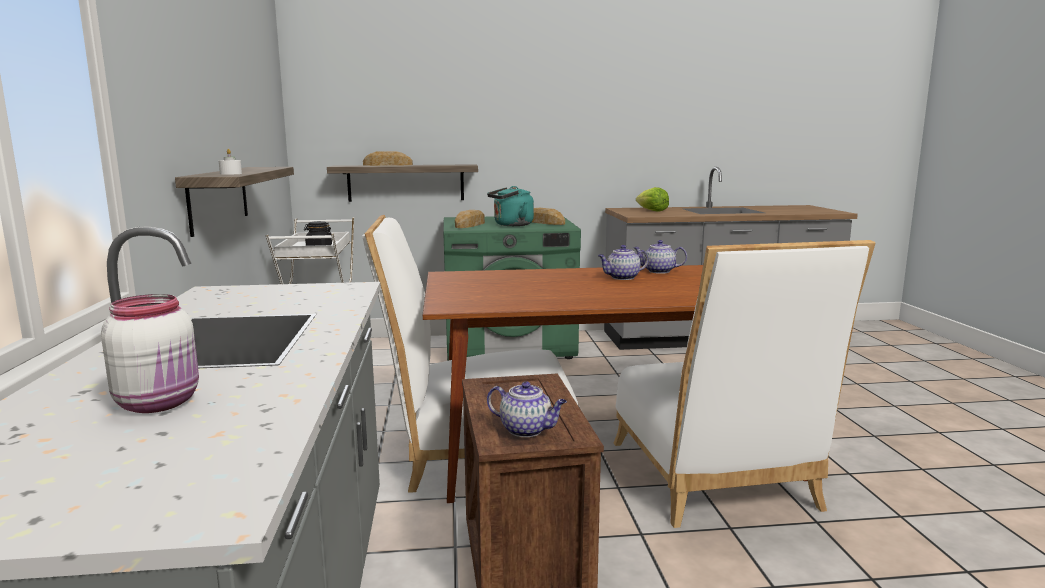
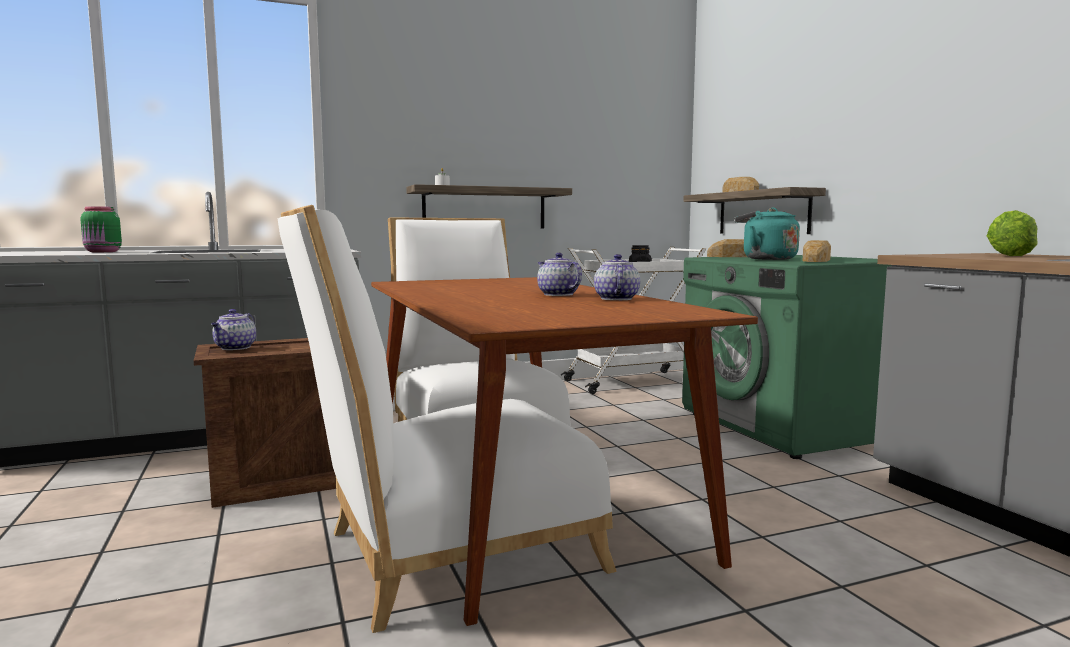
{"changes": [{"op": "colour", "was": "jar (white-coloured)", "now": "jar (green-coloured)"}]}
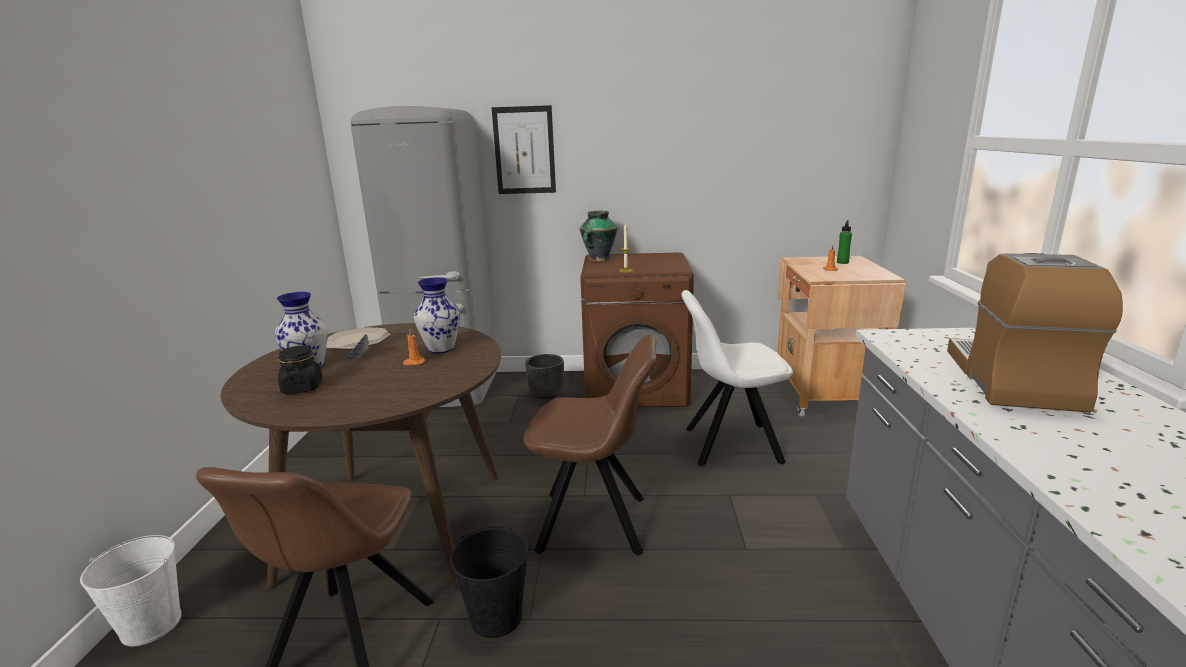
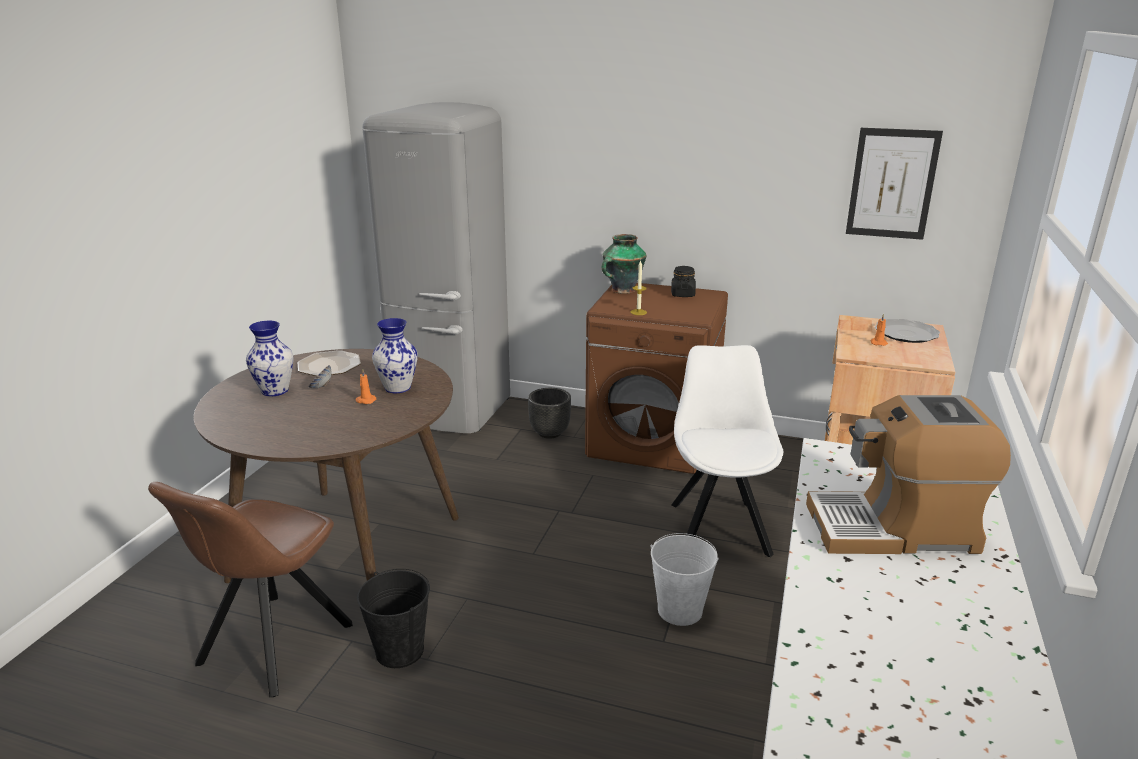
{"changes": [{"op": "relocated", "was": "wall picture"}, {"op": "exchanged", "was": "drink bottle (green-coloured)", "now": "flat dish (no. 2 from left)"}, {"op": "spun", "was": "coffee brewer", "clockwise": -120}, {"op": "spun", "was": "chair (white-coloured)", "clockwise": 75}, {"op": "missing", "was": "chair (brownish) (no. 2 from left)"}, {"op": "relocated", "was": "jar (black)"}, {"op": "relocated", "was": "bucket (white-coloured)"}]}
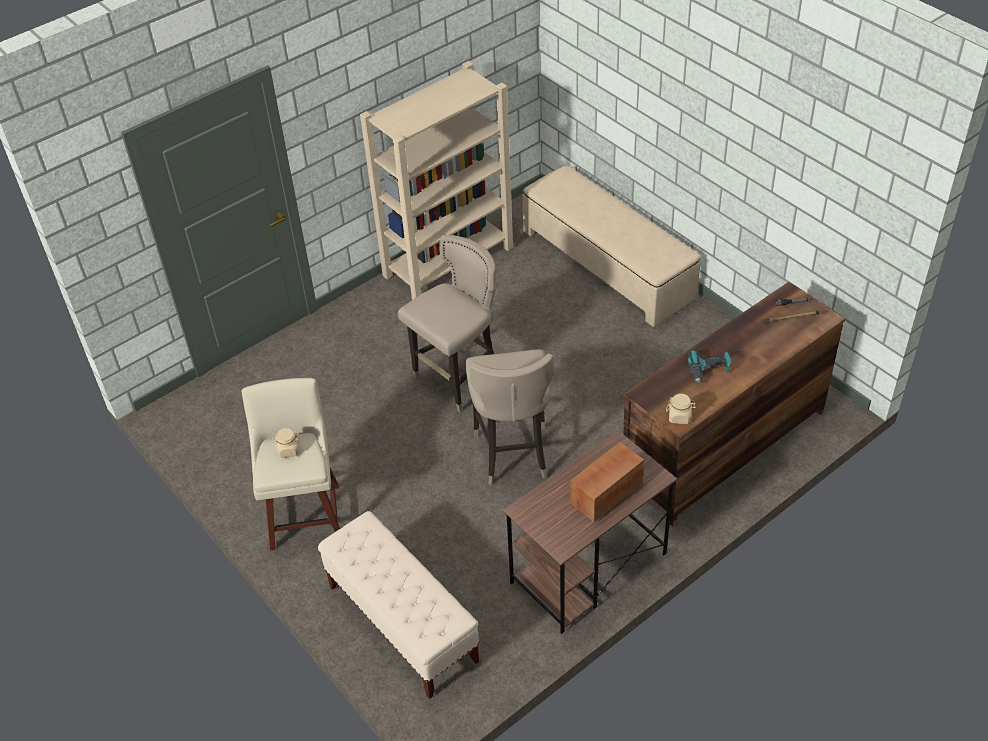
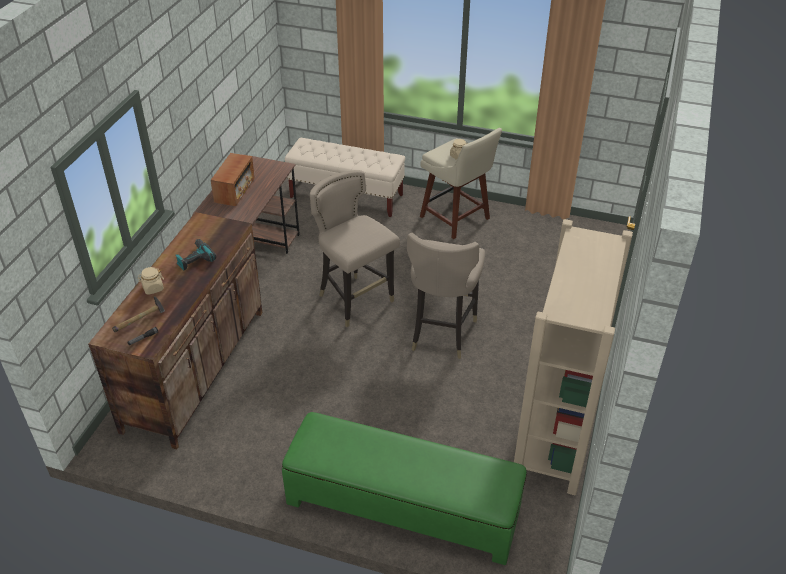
{"changes": [{"op": "colour", "was": "bench (beige) (no. 2 from left)", "now": "bench (green-coloured)"}, {"op": "relocated", "was": "jar (beige) (no. 2 from left in the first image)", "now": "jar (beige) (no. 1 from left)"}]}
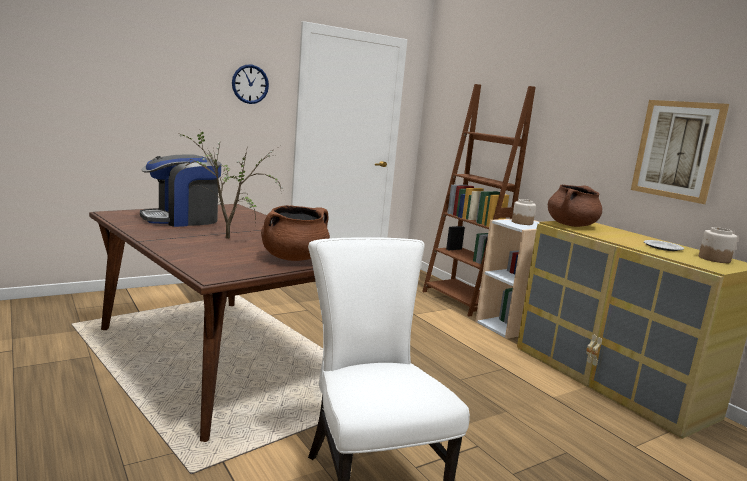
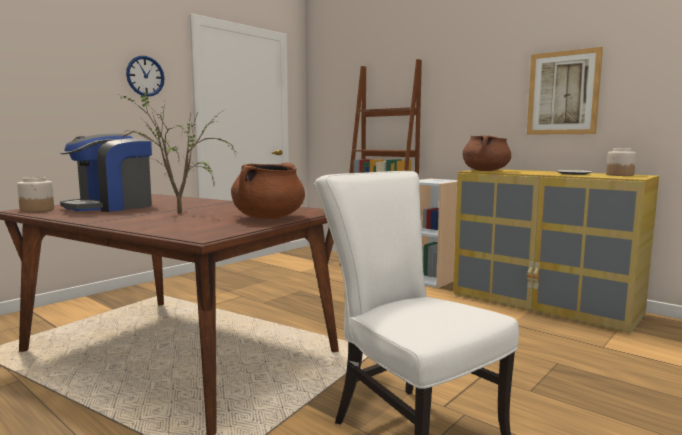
{"changes": [{"op": "relocated", "was": "jar (no. 1 from left)"}]}
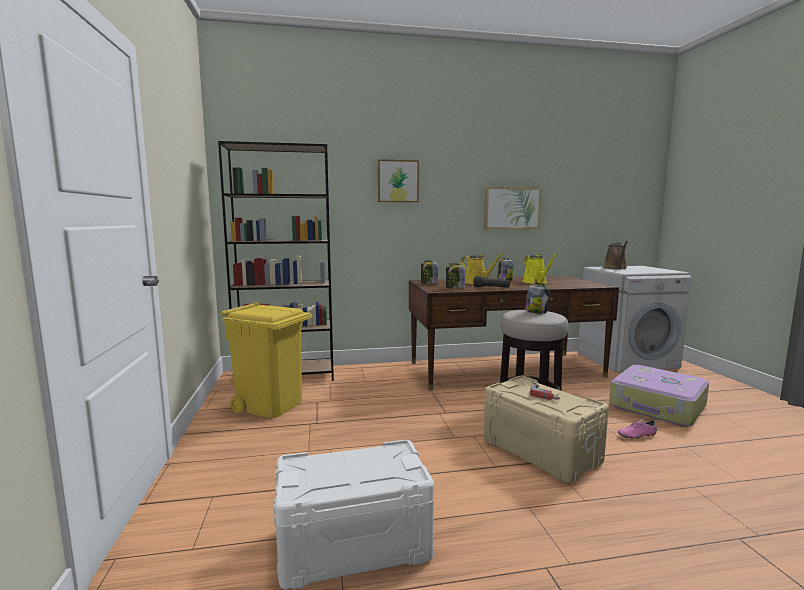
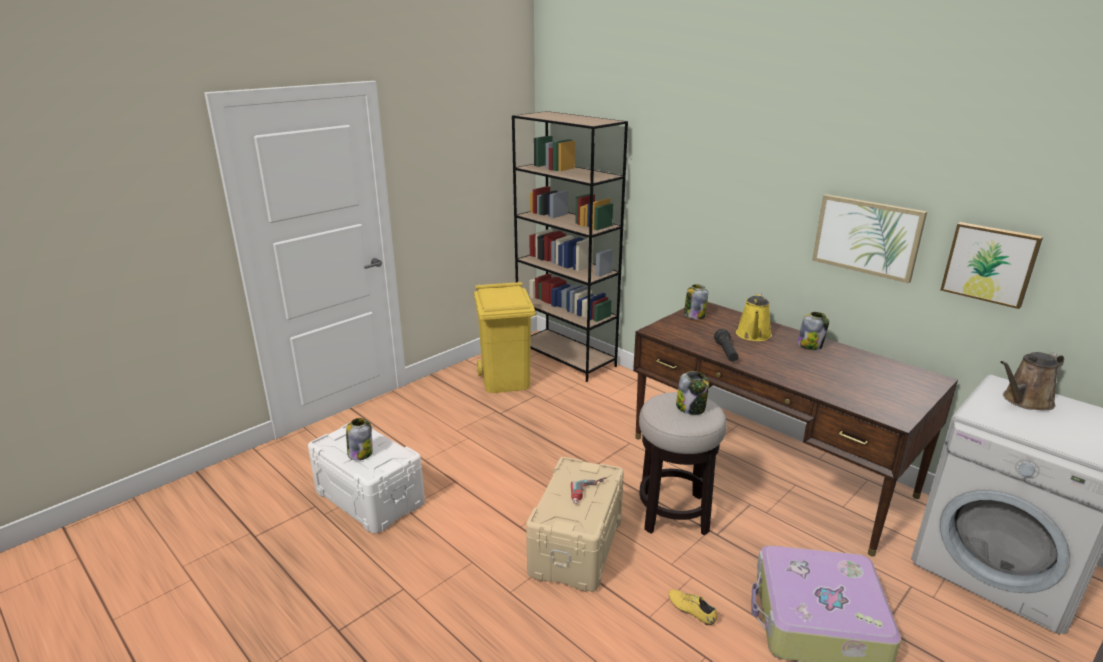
{"changes": [{"op": "relocated", "was": "wall picture (no. 1 from left in the first image)", "now": "wall picture (no. 2 from left)"}, {"op": "missing", "was": "sprinkling can (yellow) (no. 2 from left)"}, {"op": "relocated", "was": "jar (no. 2 from left in the first image)", "now": "jar (no. 1 from left)"}, {"op": "colour", "was": "shoe (pink)", "now": "shoe (yellow)"}]}
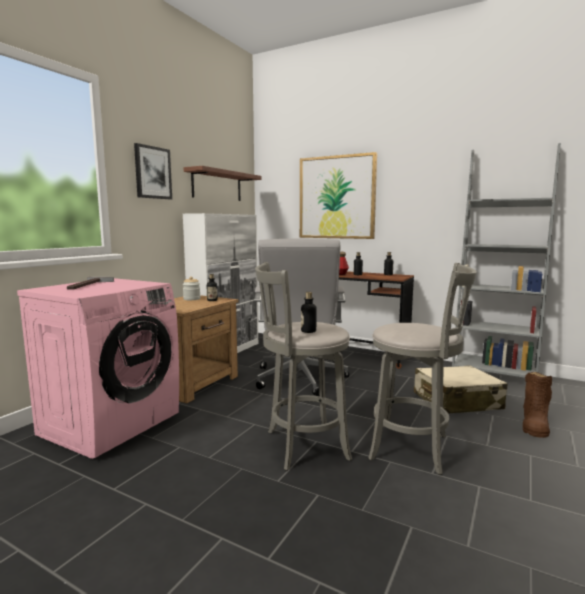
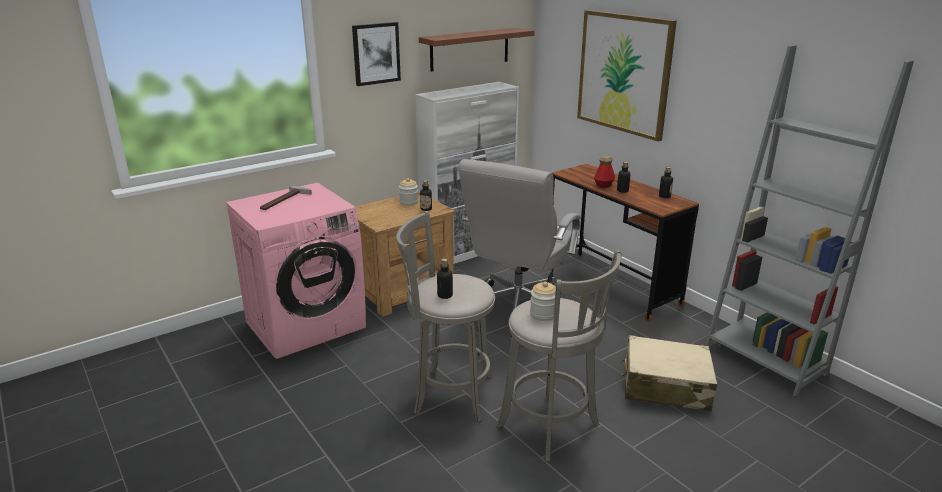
{"changes": [{"op": "missing", "was": "tall boot (brownish)"}, {"op": "appeared", "now": "jar (no. 2 from left)"}]}
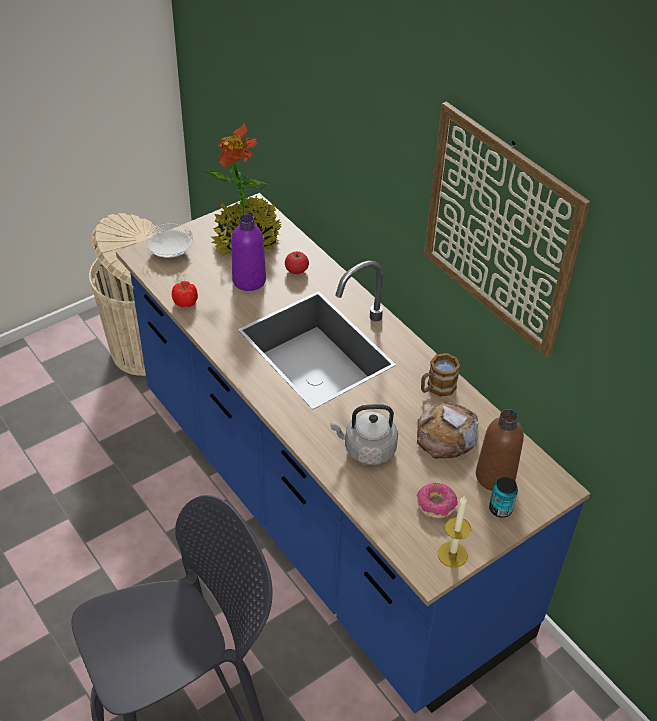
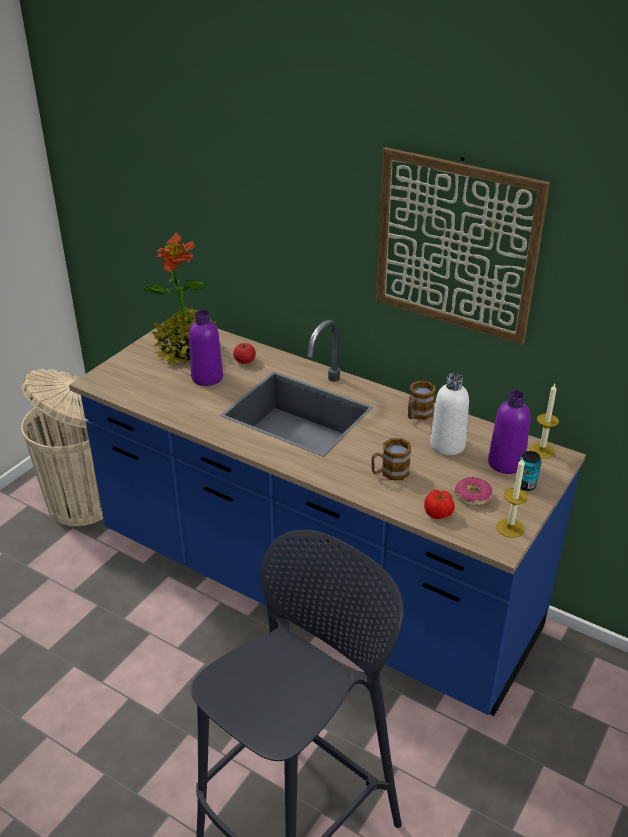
{"changes": [{"op": "missing", "was": "flat dish (white-coloured)"}, {"op": "relocated", "was": "whole tomato (no. 1 from left in the first image)", "now": "whole tomato (no. 2 from left)"}, {"op": "exchanged", "was": "bakery bread", "now": "drink bottle (white-coloured)"}, {"op": "exchanged", "was": "tea kettle (grey)", "now": "mug (no. 1 from left)"}, {"op": "colour", "was": "drink bottle (brownish)", "now": "drink bottle (purplish) (no. 2 from left)"}, {"op": "appeared", "now": "wax light (no. 2 from left)"}]}
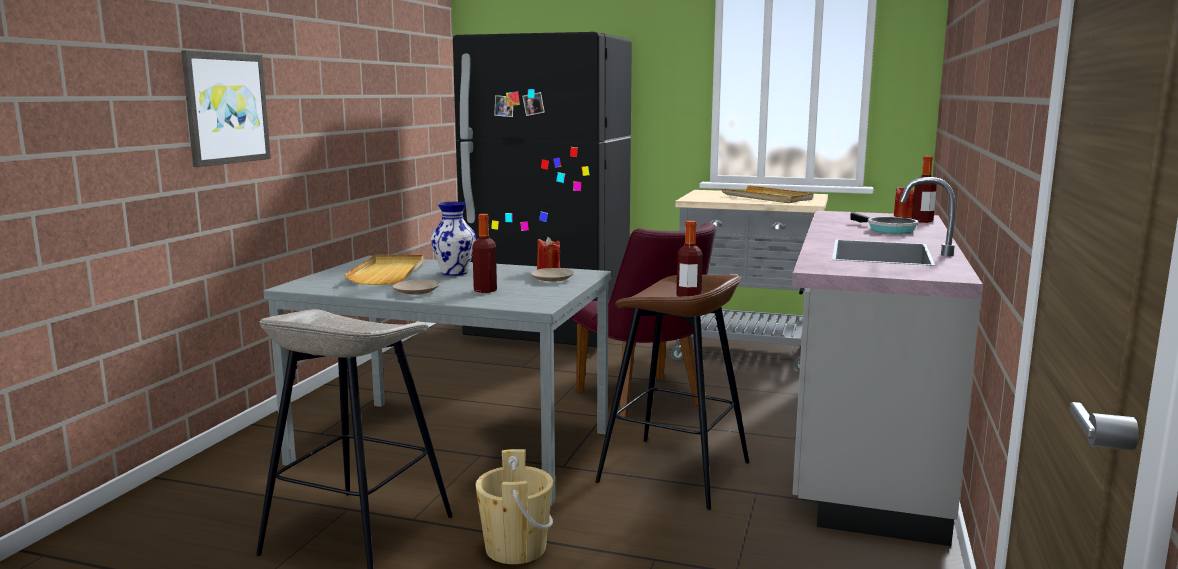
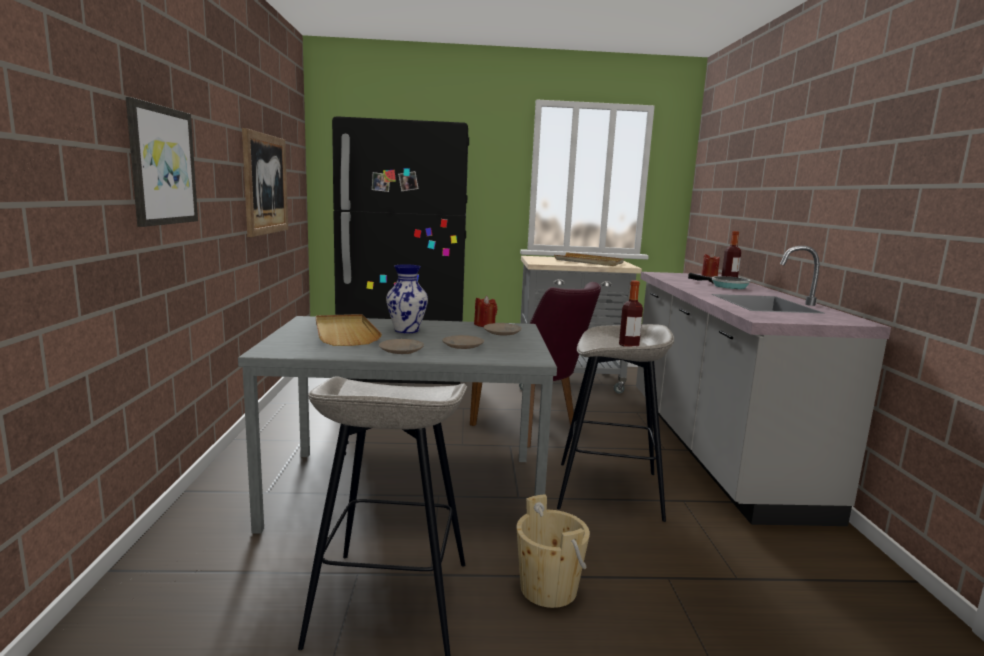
{"changes": [{"op": "exchanged", "was": "drink bottle (no. 1 from left)", "now": "flat dish (beige) (no. 2 from left)"}, {"op": "colour", "was": "stool (brownish)", "now": "stool (grey) (no. 2 from left)"}, {"op": "appeared", "now": "wall picture (no. 2 from left)"}]}
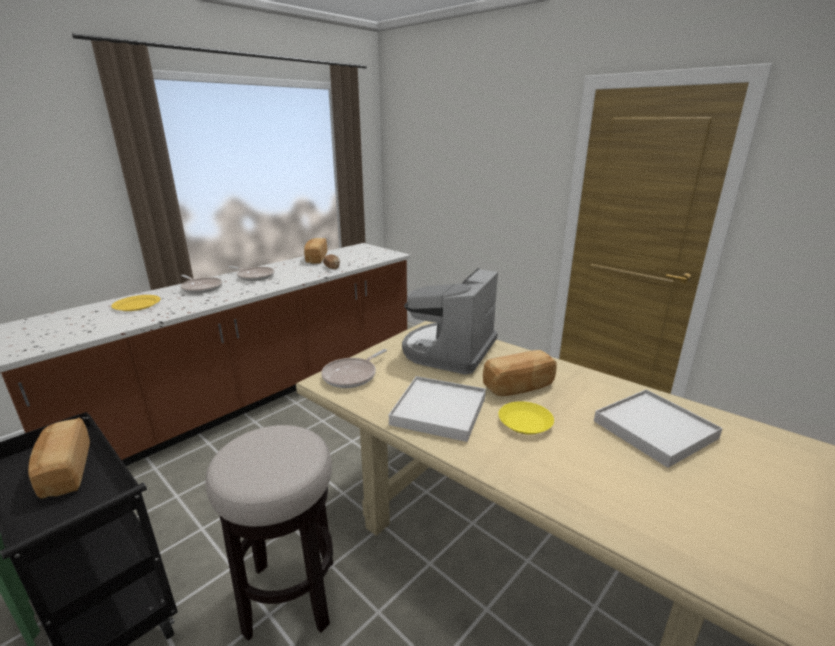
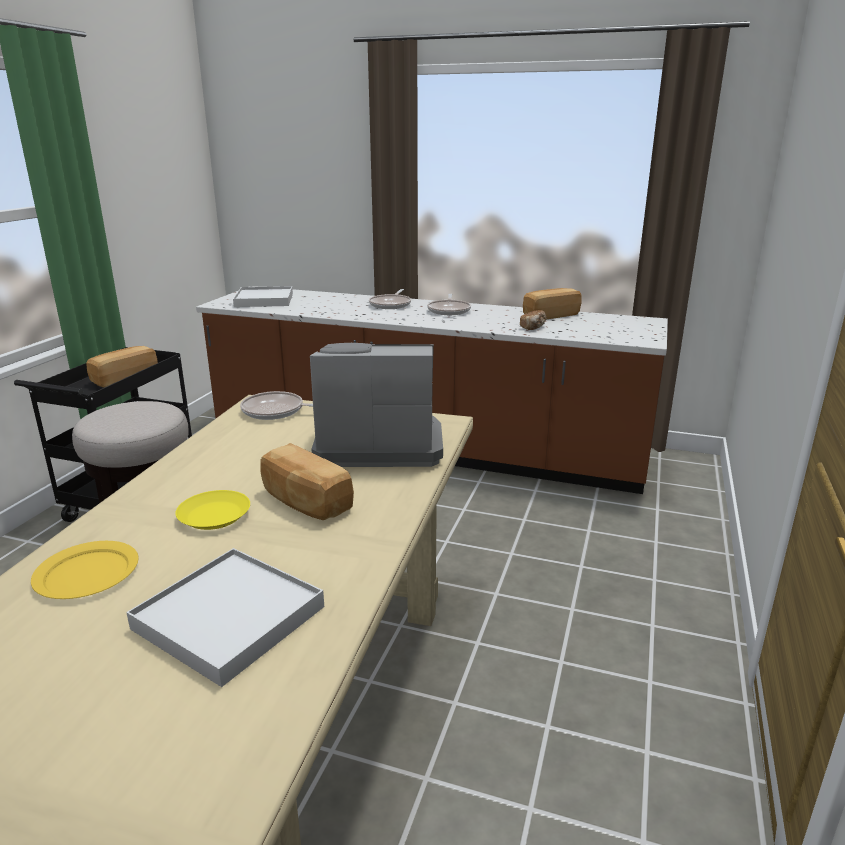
{"changes": [{"op": "relocated", "was": "flat dish (yellow) (no. 1 from left)"}, {"op": "relocated", "was": "tray (white-coloured) (no. 1 from left in the first image)", "now": "tray (white-coloured) (no. 2 from left)"}]}
